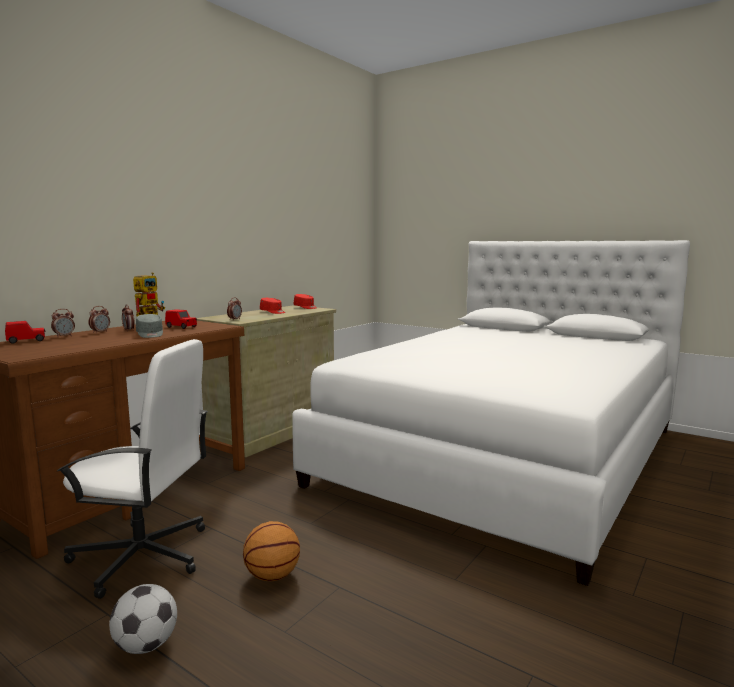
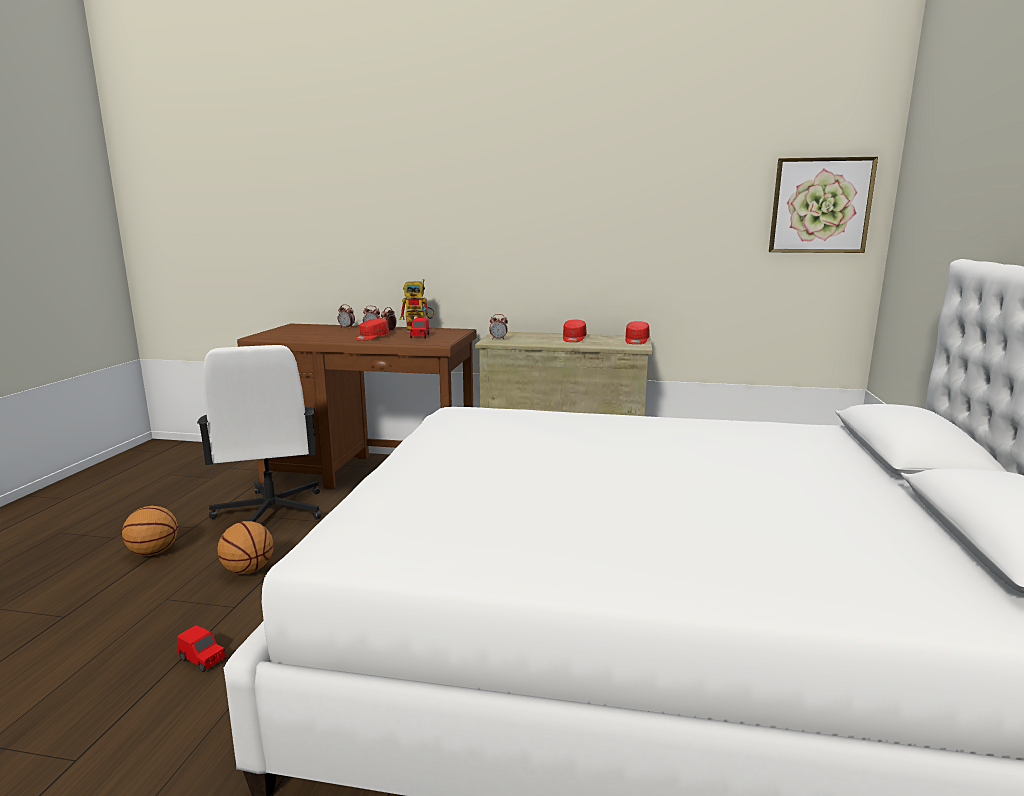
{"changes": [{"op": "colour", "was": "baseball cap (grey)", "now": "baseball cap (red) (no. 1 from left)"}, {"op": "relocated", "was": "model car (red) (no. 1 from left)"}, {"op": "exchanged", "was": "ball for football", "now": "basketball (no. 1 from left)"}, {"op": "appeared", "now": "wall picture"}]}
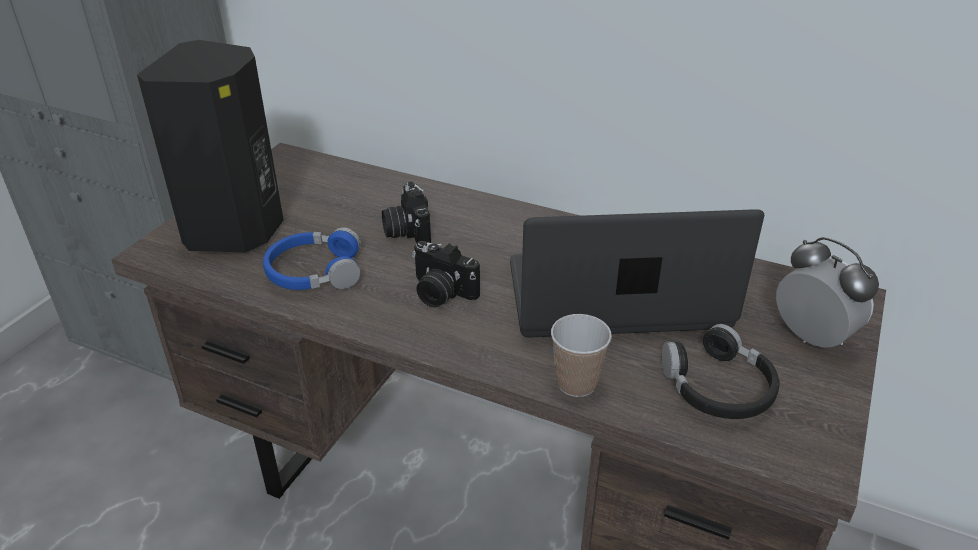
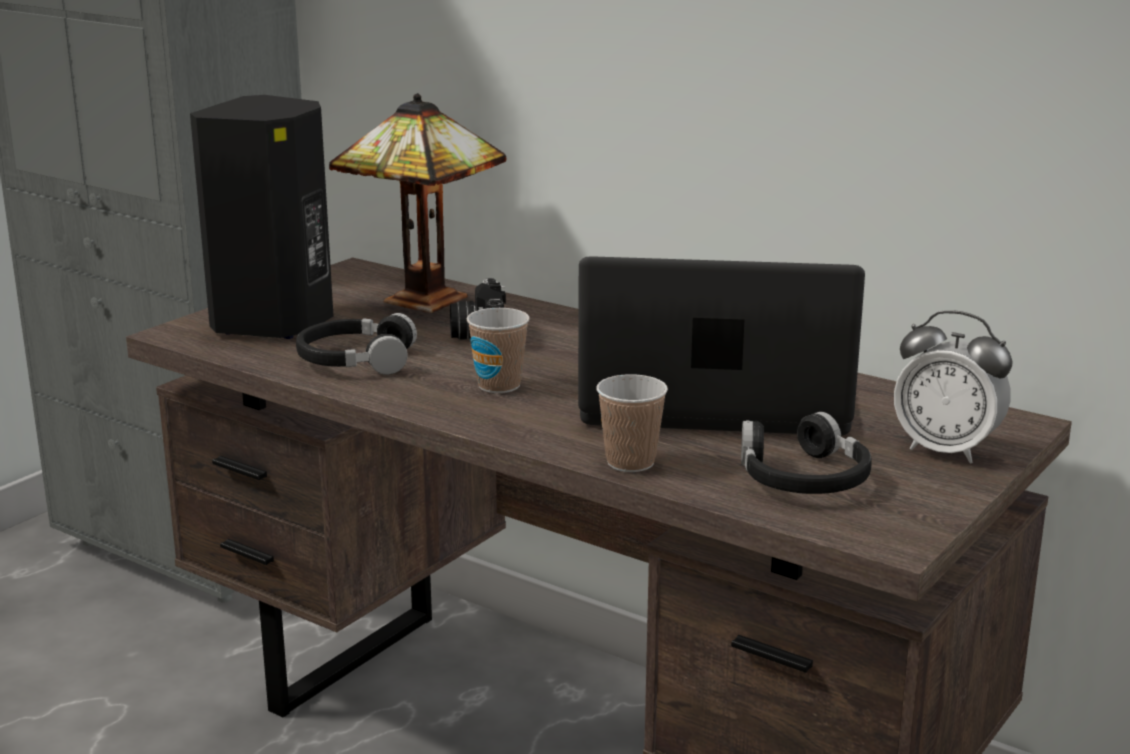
{"changes": [{"op": "colour", "was": "headphones (blue-coloured)", "now": "headphones (black) (no. 1 from left)"}, {"op": "spun", "was": "table clock", "clockwise": 150}, {"op": "exchanged", "was": "photo camera (no. 2 from left)", "now": "cup (no. 1 from left)"}, {"op": "appeared", "now": "tabletop lamp"}]}
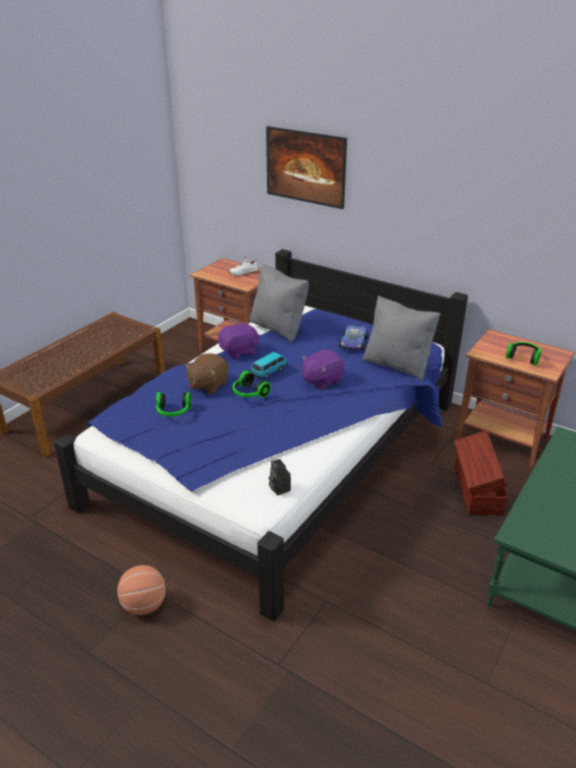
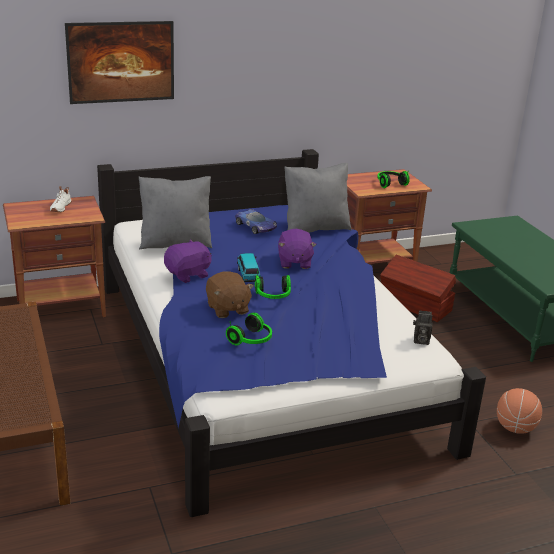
{"changes": [{"op": "spun", "was": "cuddly toy (purplish) (no. 1 from left)", "clockwise": 45}, {"op": "relocated", "was": "basketball"}]}
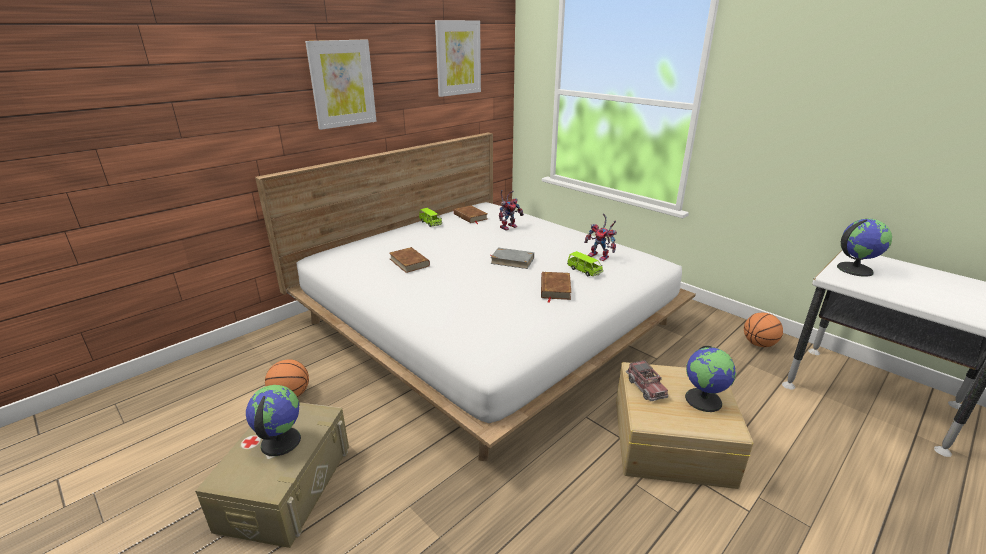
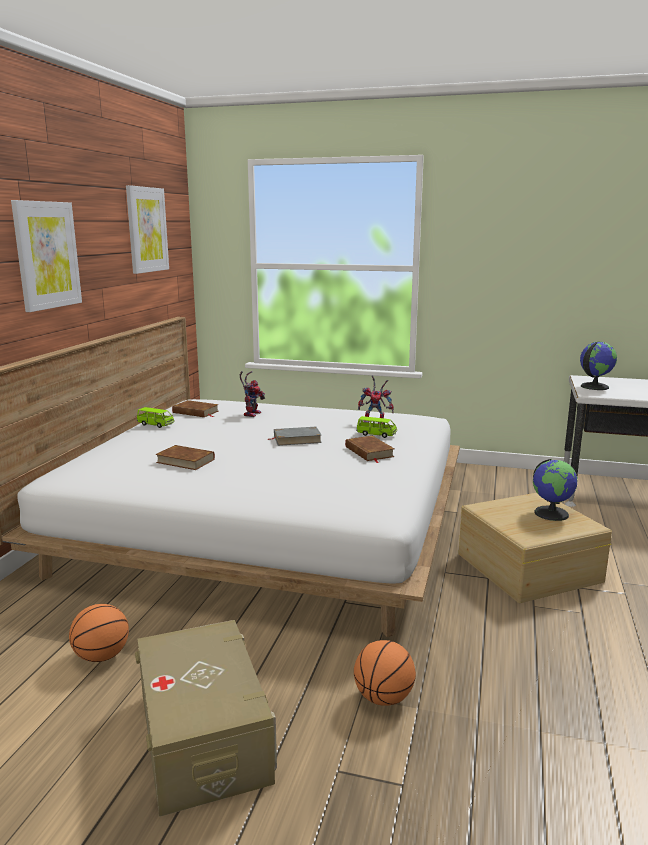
{"changes": [{"op": "relocated", "was": "basketball (no. 2 from left)"}, {"op": "missing", "was": "model truck"}, {"op": "missing", "was": "desk globe (no. 1 from left)"}]}
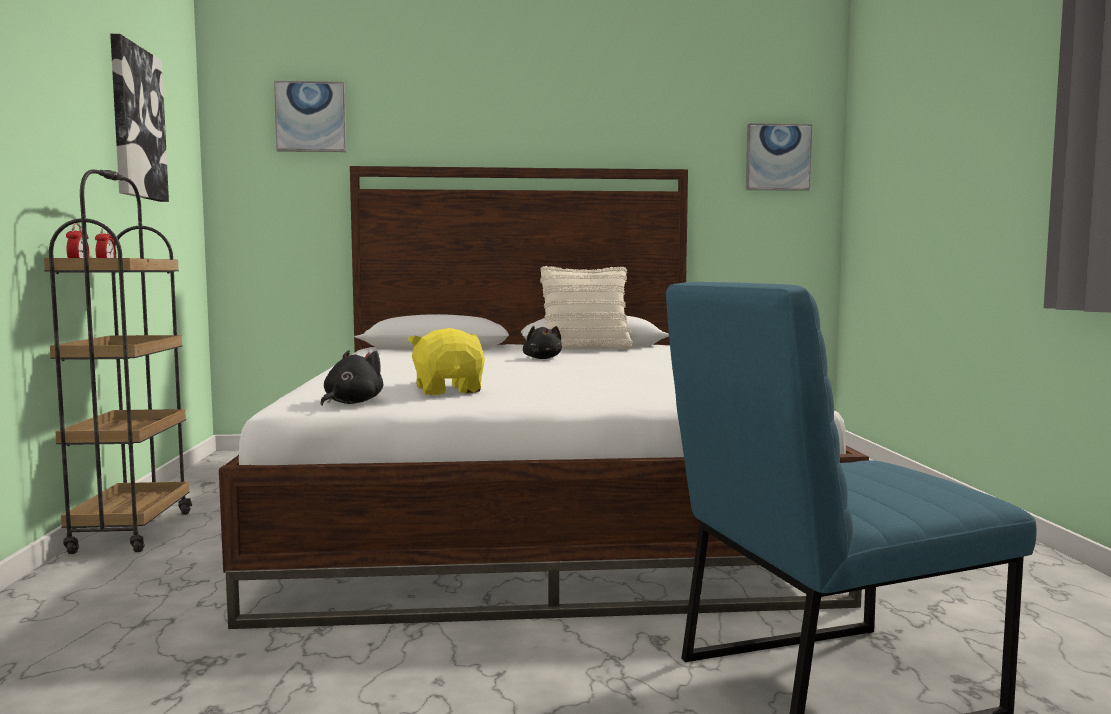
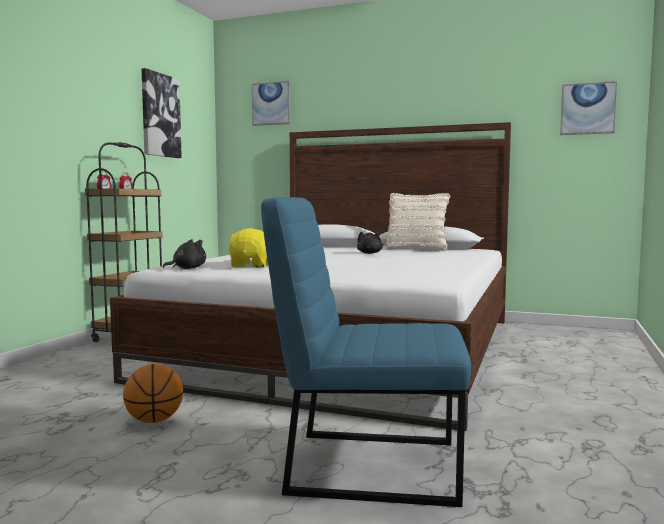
{"changes": [{"op": "appeared", "now": "basketball"}]}
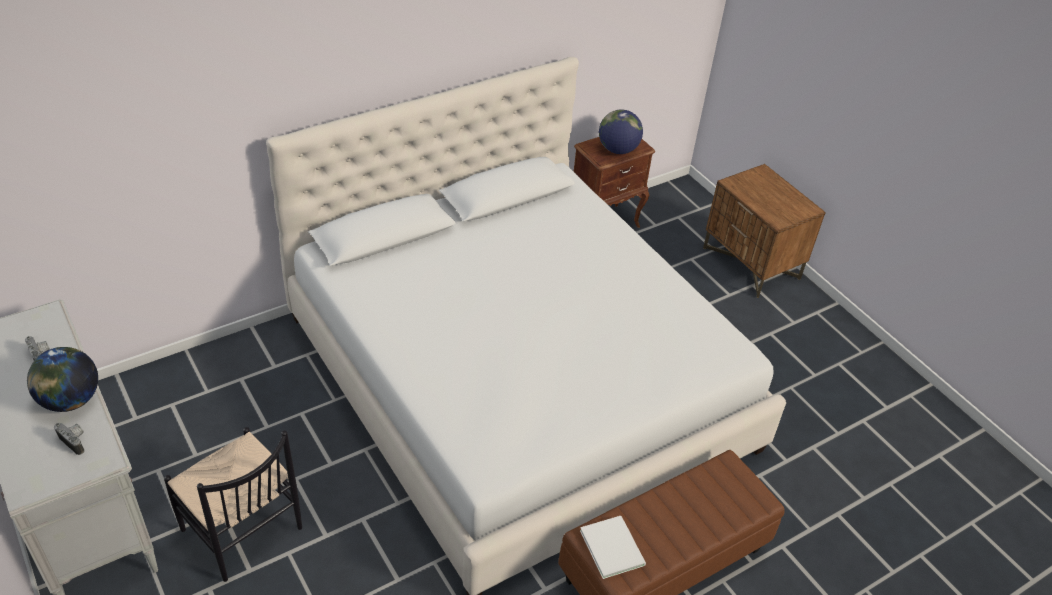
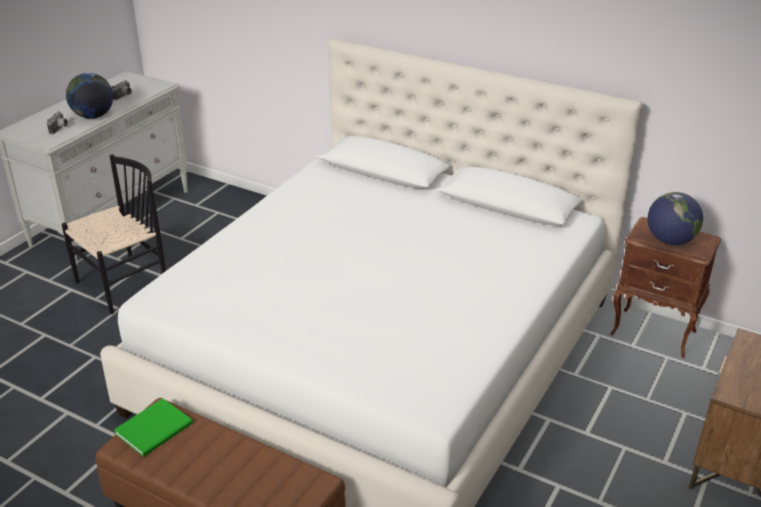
{"changes": [{"op": "spun", "was": "chair (black)", "clockwise": -150}, {"op": "colour", "was": "book (white-coloured)", "now": "book (green-coloured)"}]}
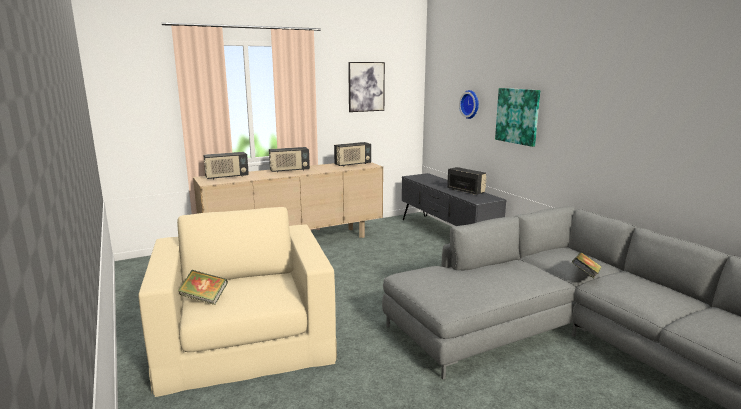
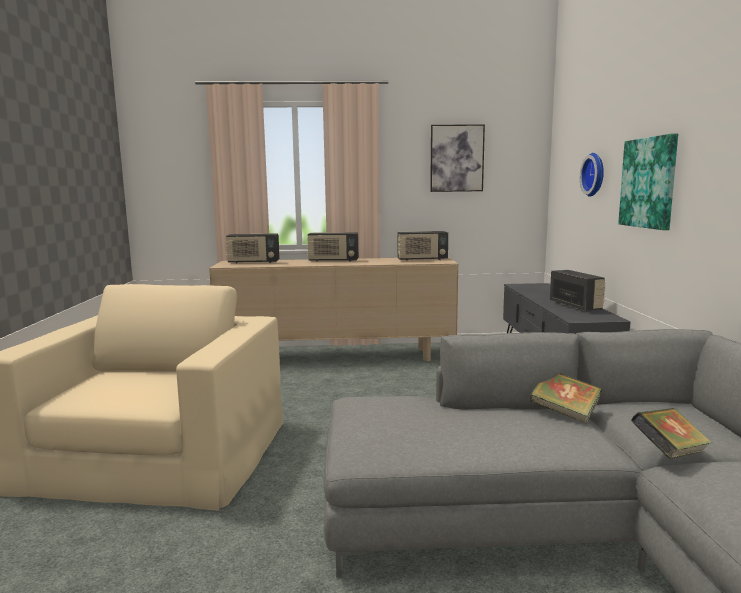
{"changes": [{"op": "relocated", "was": "book (no. 1 from left)"}]}
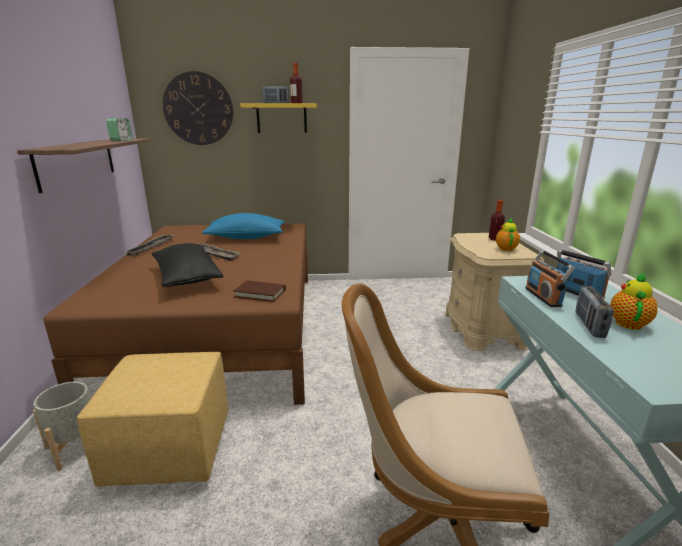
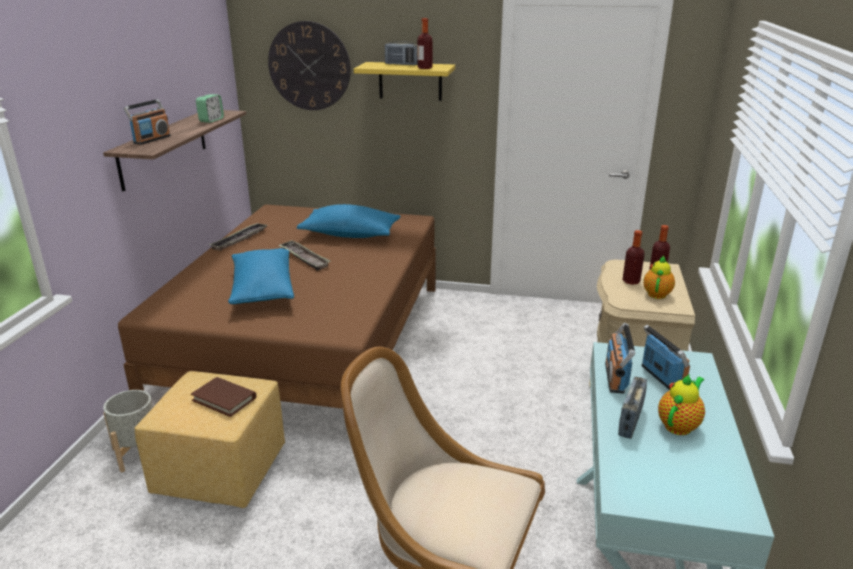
{"changes": [{"op": "colour", "was": "throw pillow (black)", "now": "throw pillow (blue-coloured) (no. 1 from left)"}, {"op": "relocated", "was": "book (brownish)"}, {"op": "appeared", "now": "radio set (no. 1 from left)"}, {"op": "appeared", "now": "drink bottle (no. 2 from left)"}]}
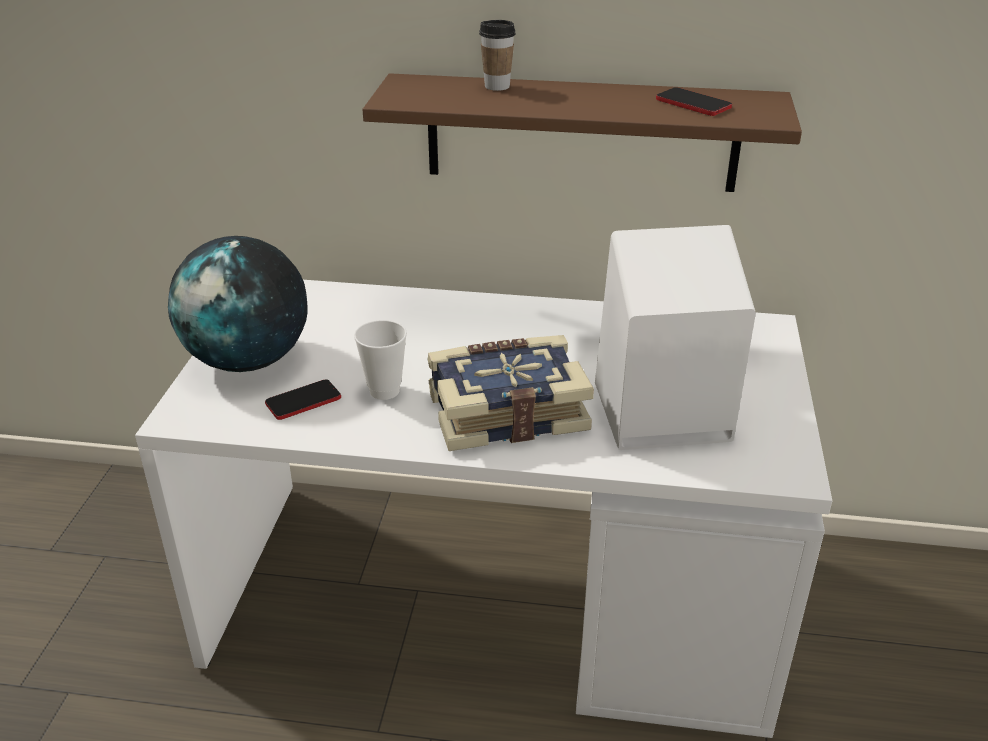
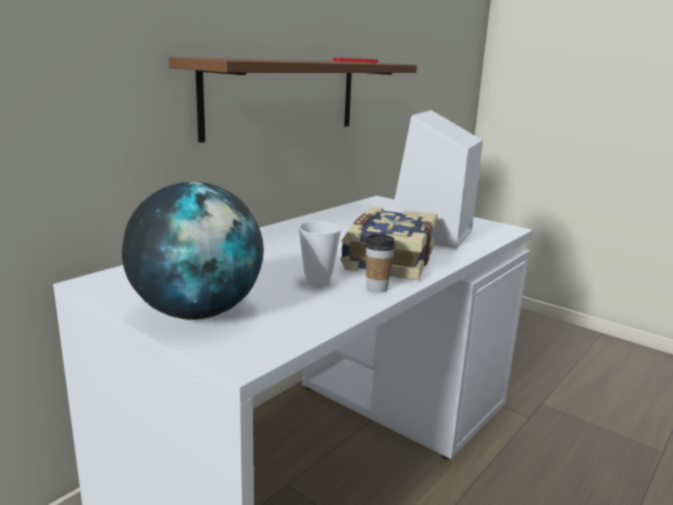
{"changes": [{"op": "relocated", "was": "cup (no. 2 from left)"}, {"op": "missing", "was": "phone (no. 1 from left)"}]}
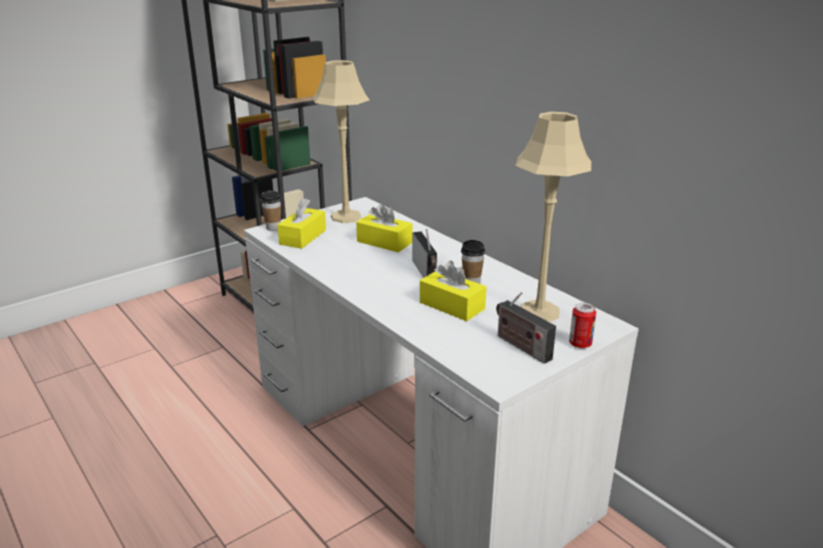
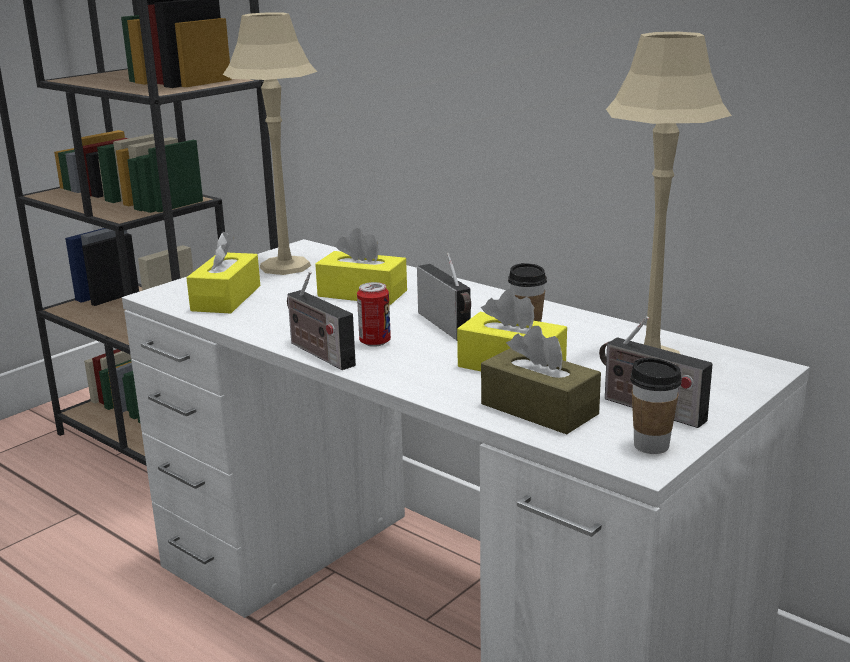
{"changes": [{"op": "relocated", "was": "cup (no. 1 from left in the first image)", "now": "cup (no. 2 from left)"}, {"op": "relocated", "was": "sealed can"}, {"op": "appeared", "now": "radio set (no. 1 from left)"}, {"op": "appeared", "now": "box of tissues (brownish)"}]}
